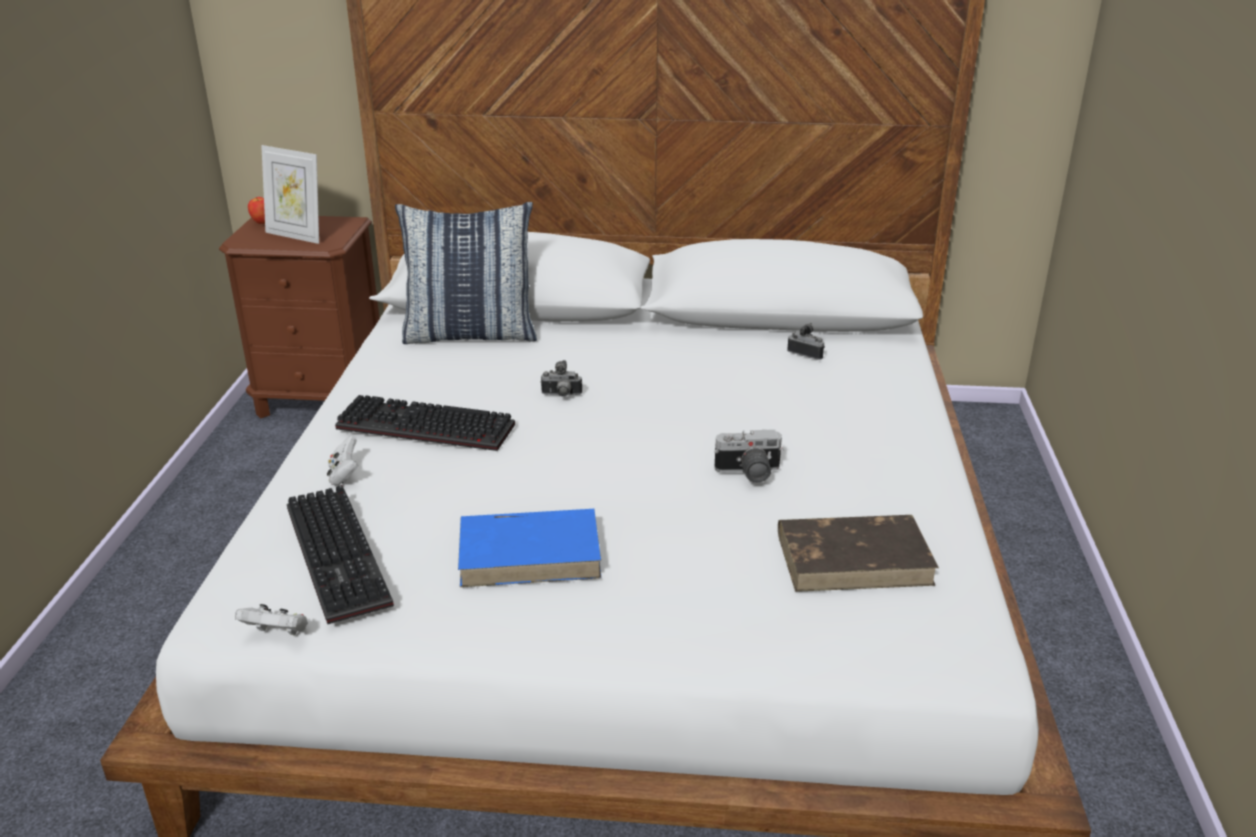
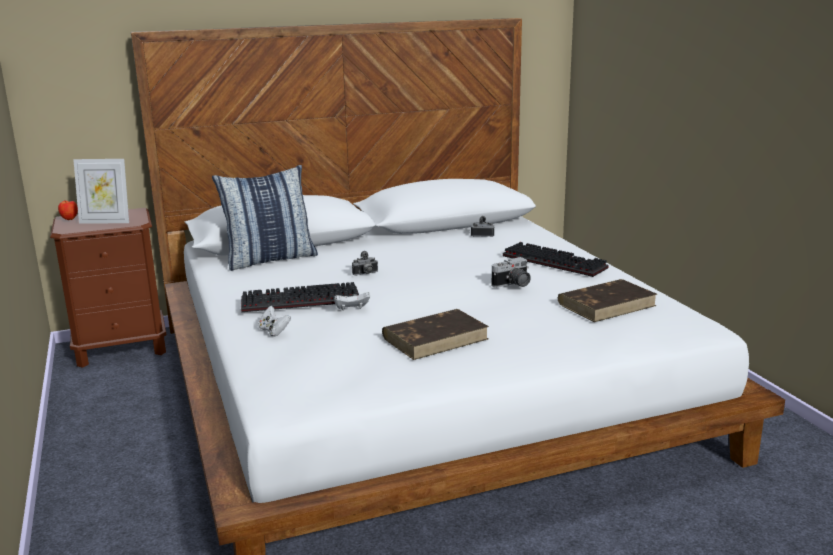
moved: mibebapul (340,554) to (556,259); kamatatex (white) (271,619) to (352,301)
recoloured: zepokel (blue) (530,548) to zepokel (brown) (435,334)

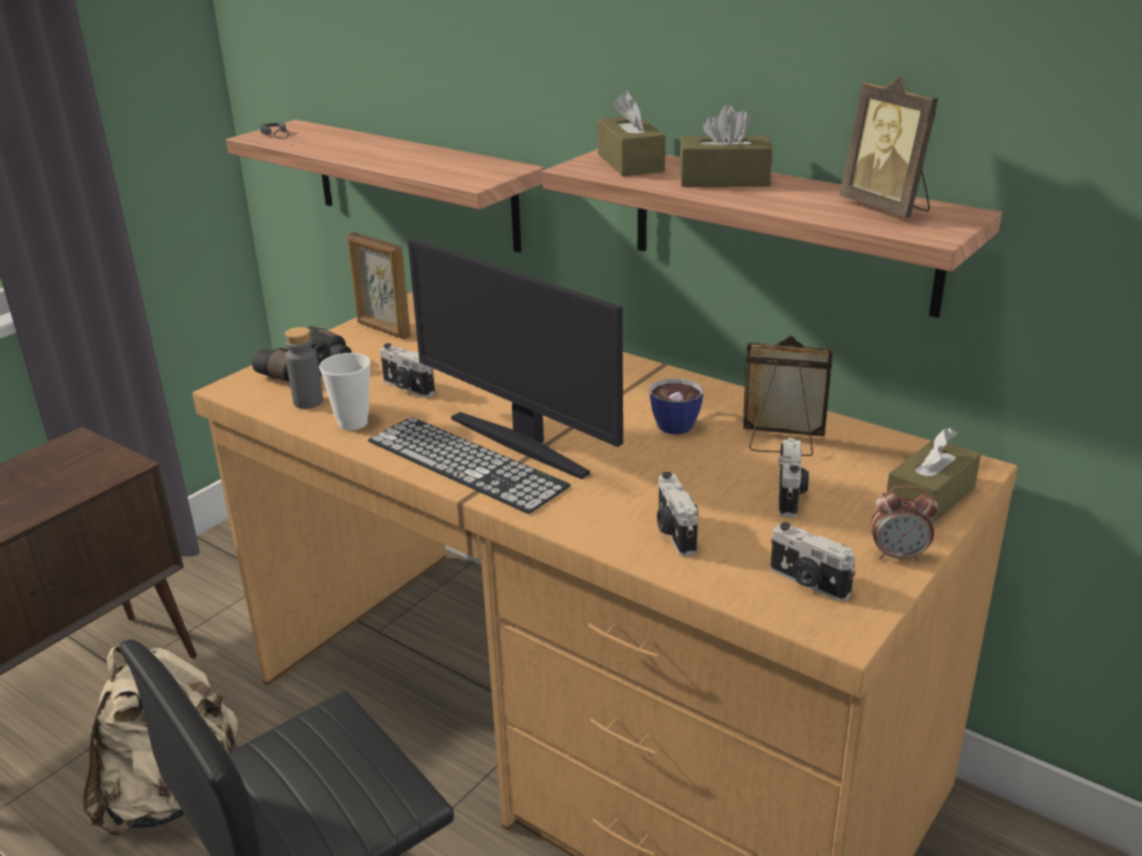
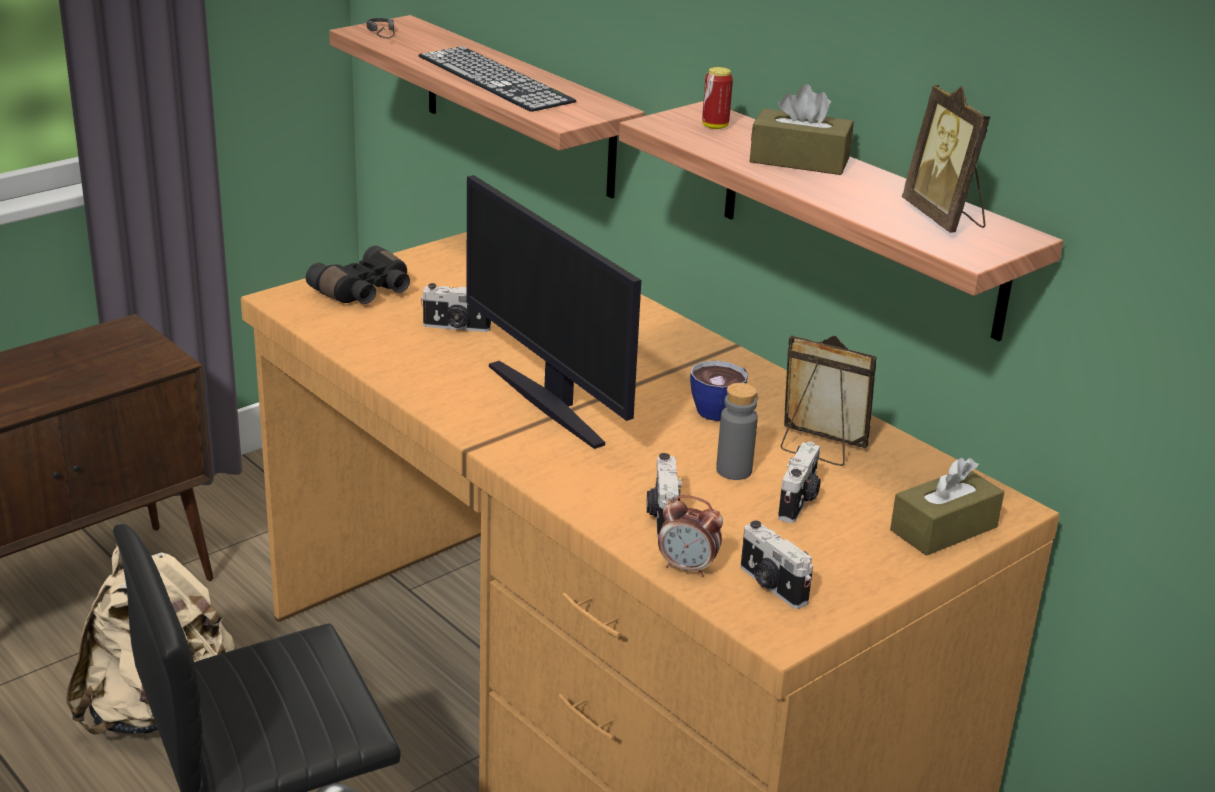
removed: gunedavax (379,285); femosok (345,391)
moved: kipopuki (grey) (304,368) to (737,431); mibebapul (469,465) to (497,79); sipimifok (904,523) to (690,536)
replaced: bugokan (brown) (632,133) to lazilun (717,98)
turned: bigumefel (407,370) = (456,307) 45 degrees counterclockwise

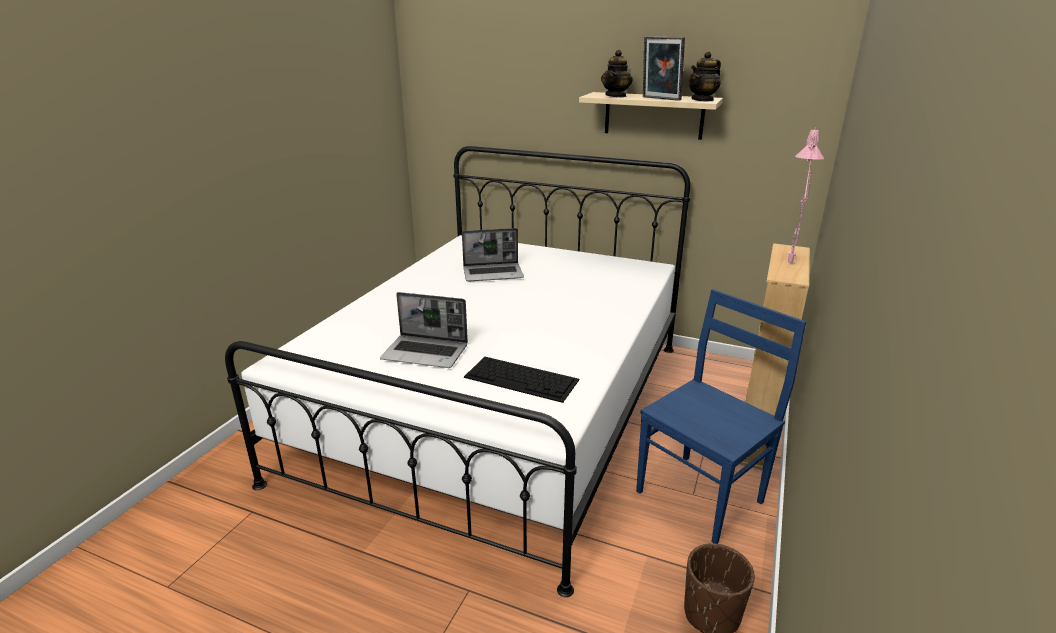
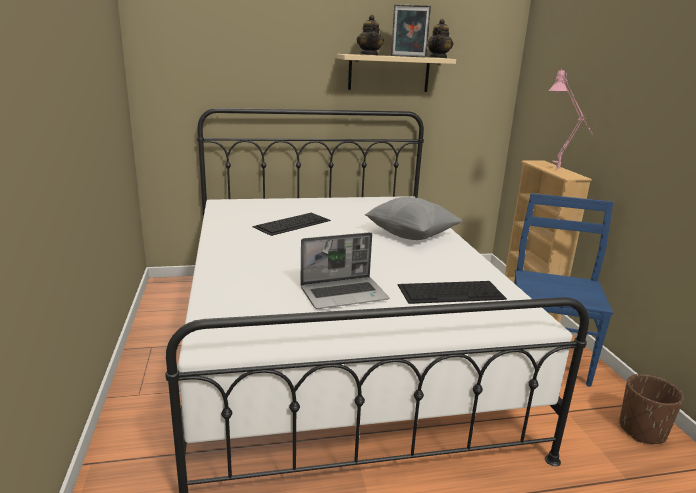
added: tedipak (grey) (414,218)
replaced: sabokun (493,254) to mibebapul (291,224)

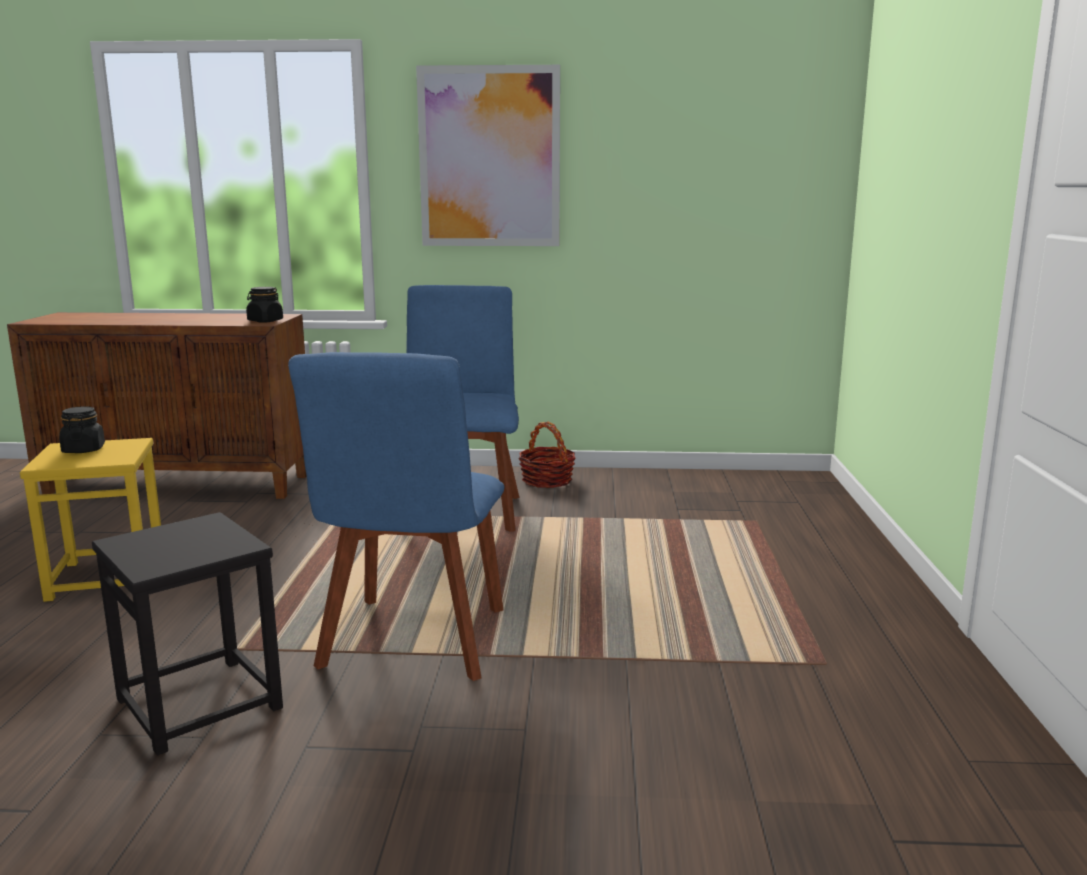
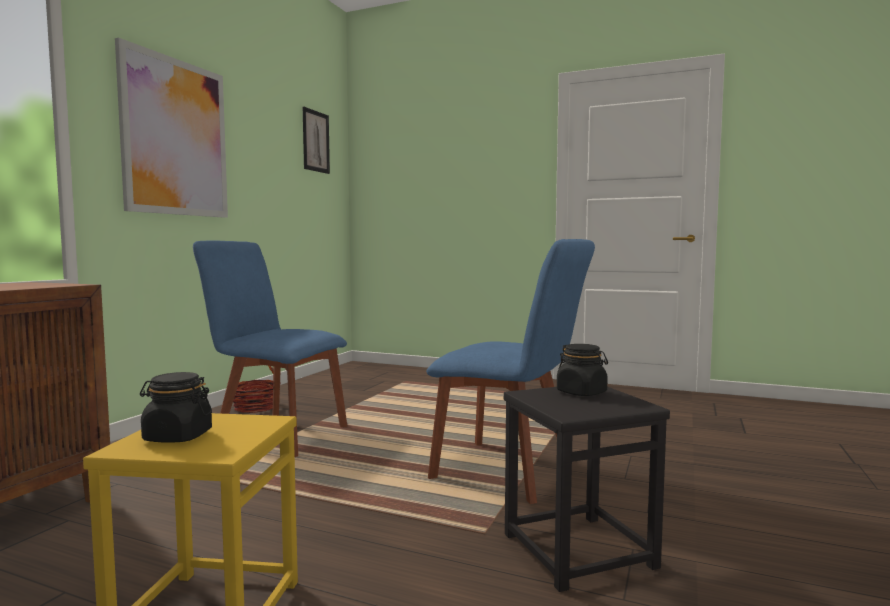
added: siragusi (316,140)
moved: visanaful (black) (264,304) to (582,370)

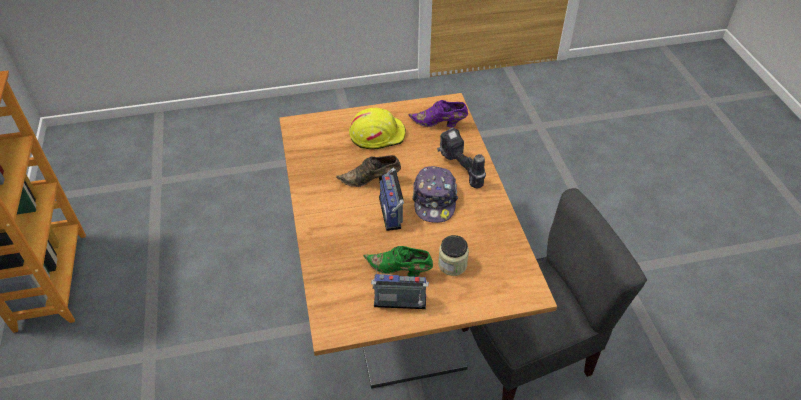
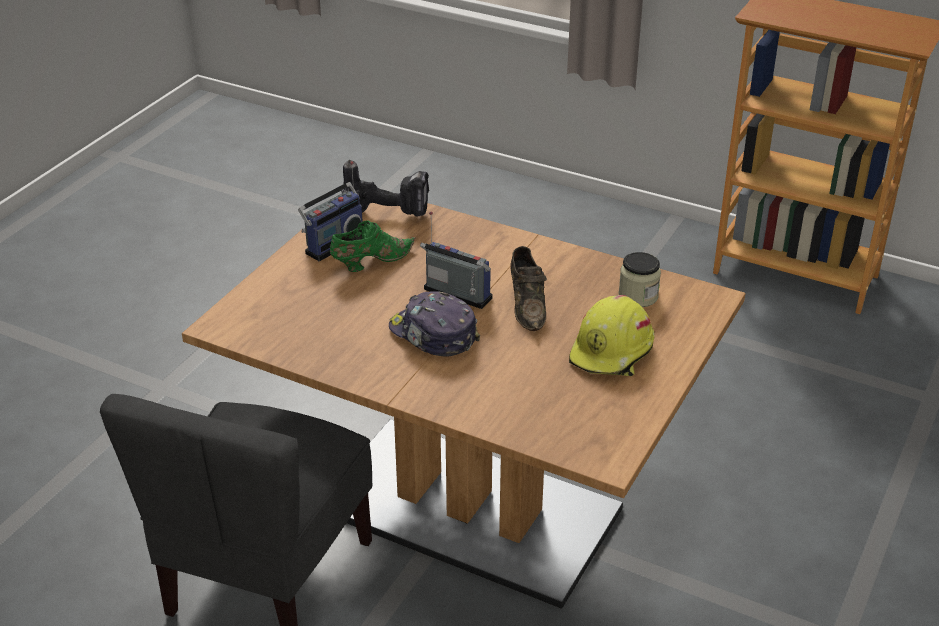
removed: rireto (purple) (438,114)
moved: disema (461,158) to (385,188); visanaful (453,255) to (640,279)
turned: rireto (brown) (368,171) = (528,288) 135 degrees clockwise

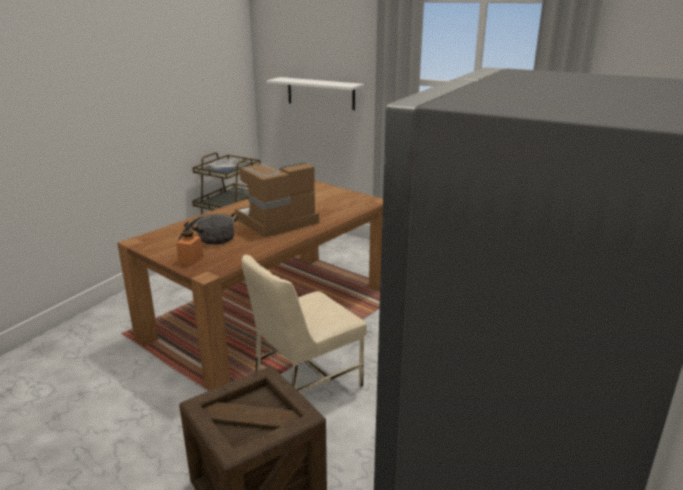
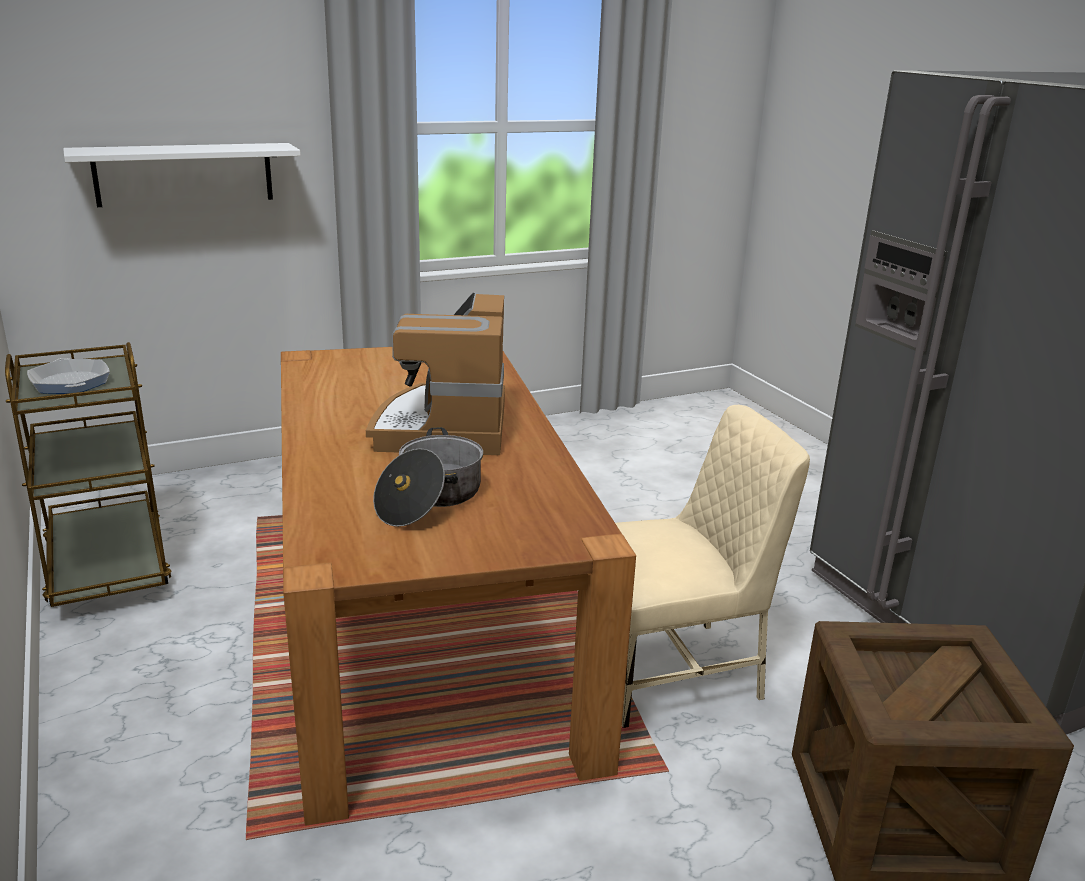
removed: visanaful (orange) (190,247)
turned: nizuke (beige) (304,324) = (712,566) 105 degrees counterclockwise

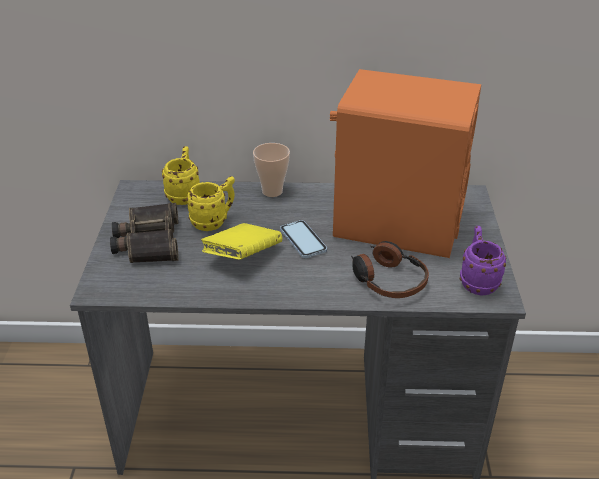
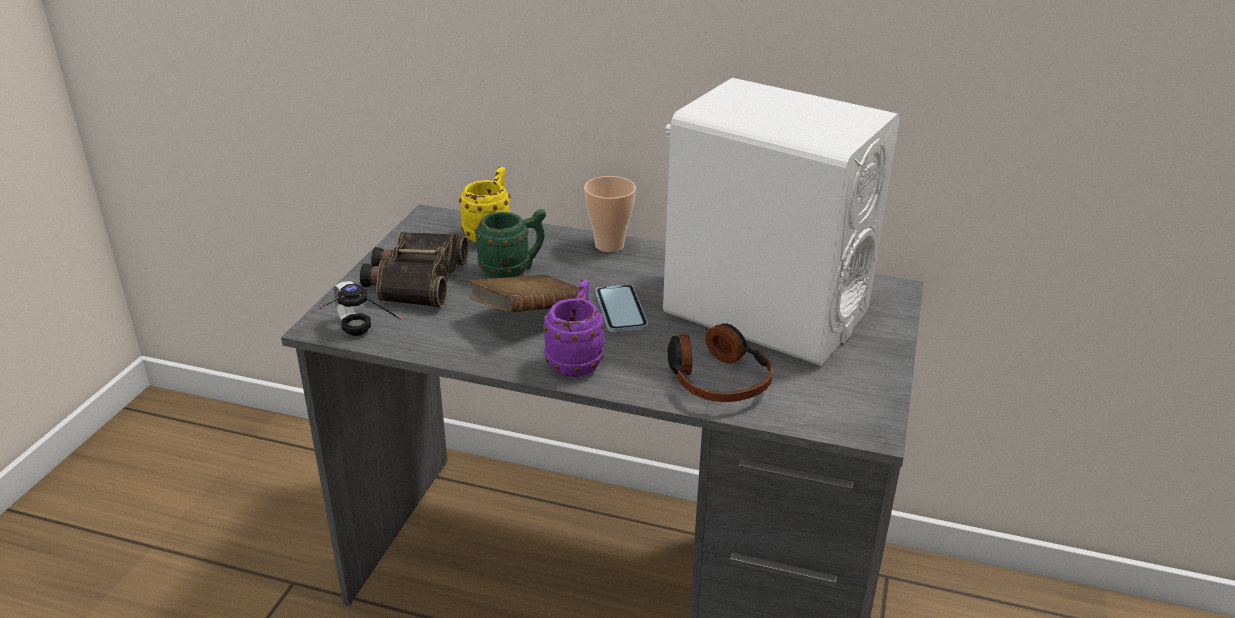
added: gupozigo (360,308)
moved: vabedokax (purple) (483,261) to (574,328)
recoloured: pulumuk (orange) (405,163) to pulumuk (white) (781,222); vabedokax (yellow) (210,203) to vabedokax (green) (510,243); zepokel (yellow) (241,241) to zepokel (brown) (524,294)

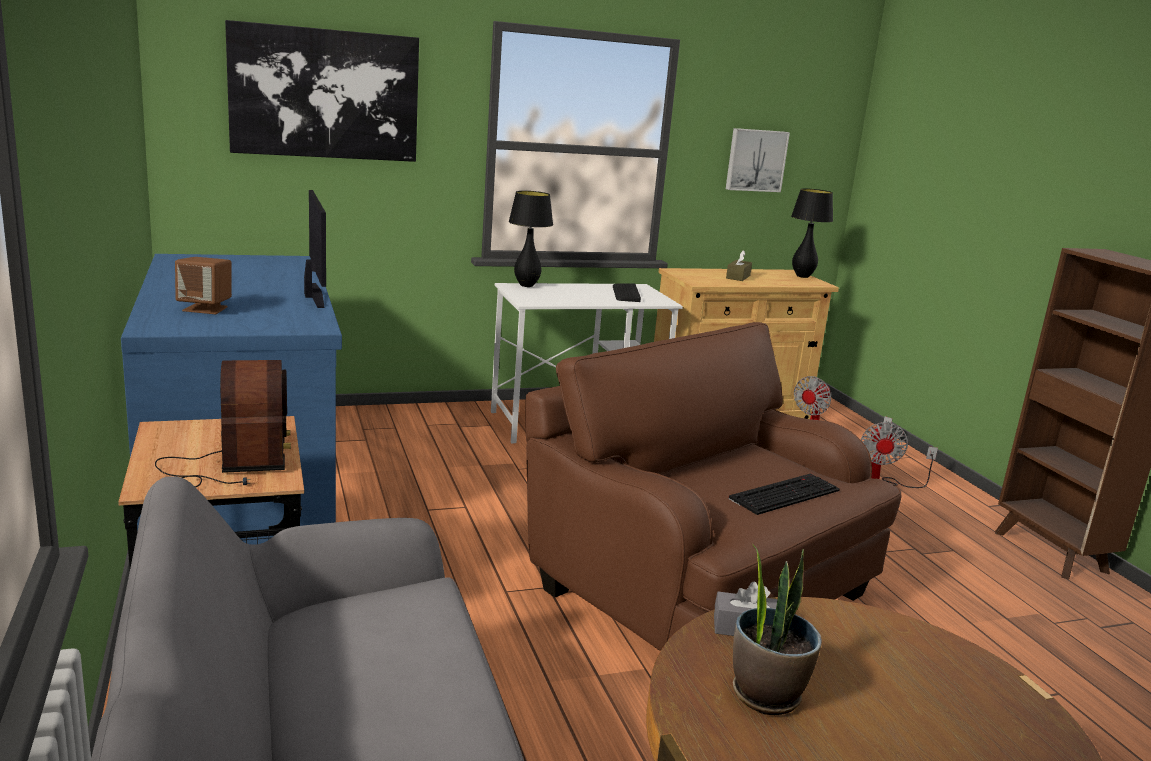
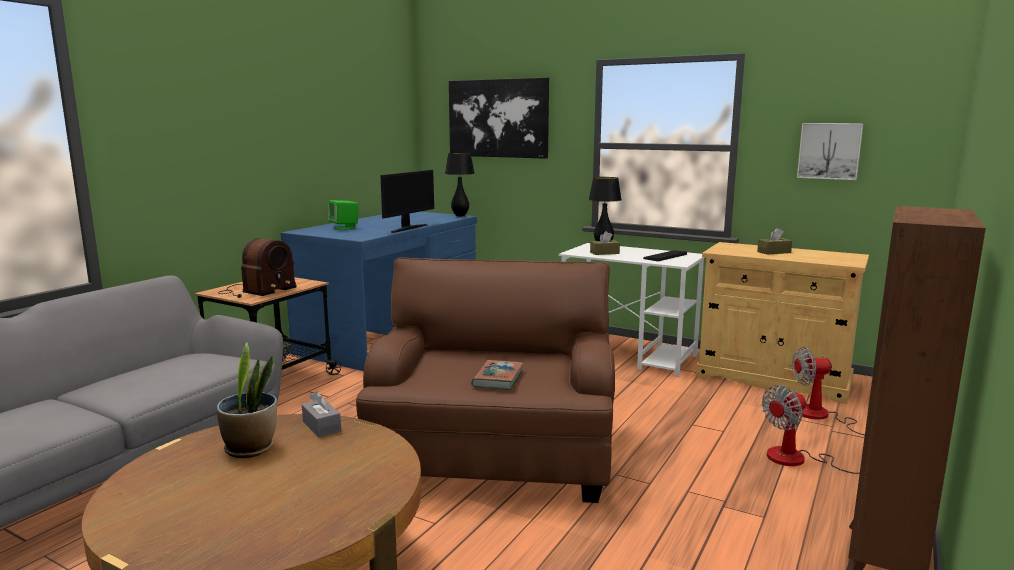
added: bugokan (brown) (605,243)
moved: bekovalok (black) (812,233) to (460,185)
replaced: mibebapul (784,494) to zepokel (497,375)
recoloured: pulumuk (brown) (203,285) to pulumuk (green) (343,215)

